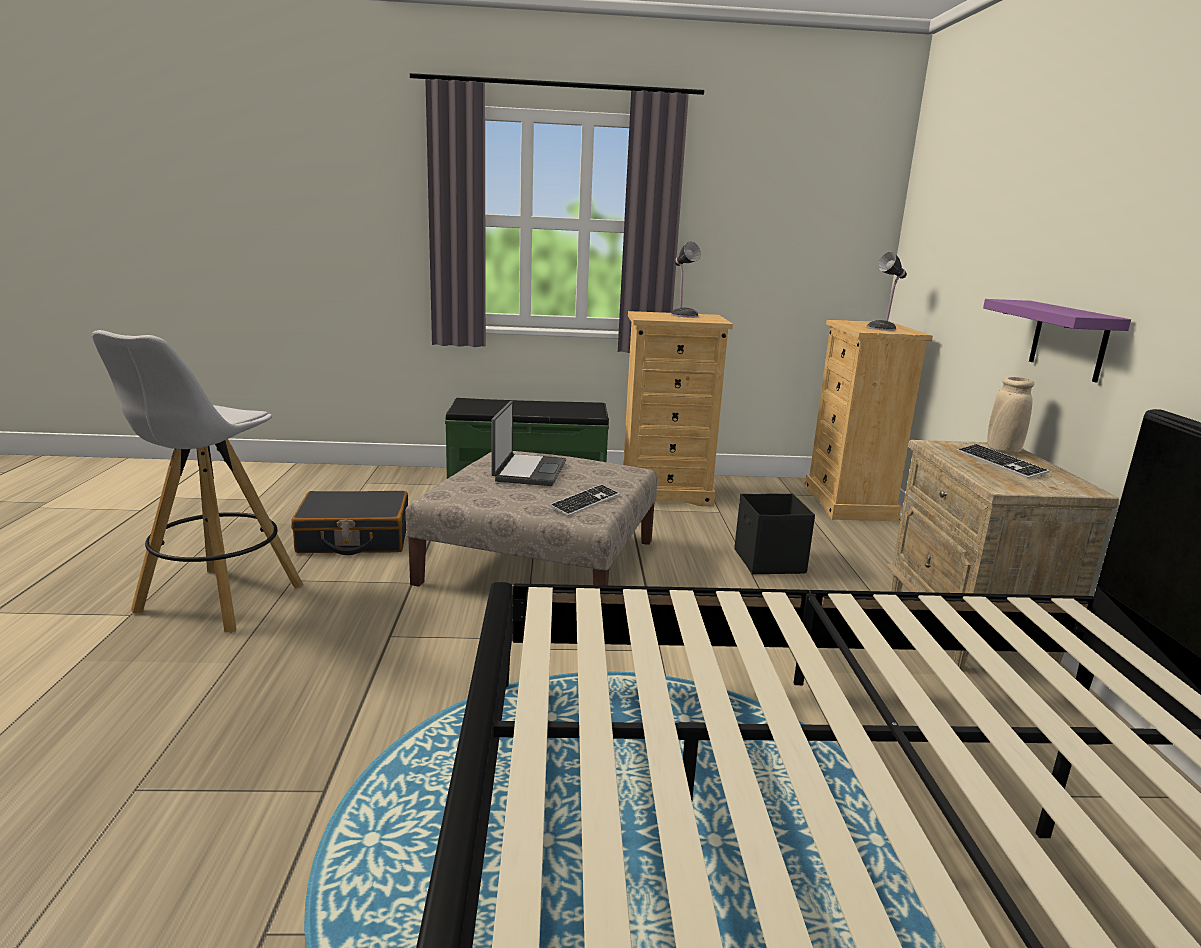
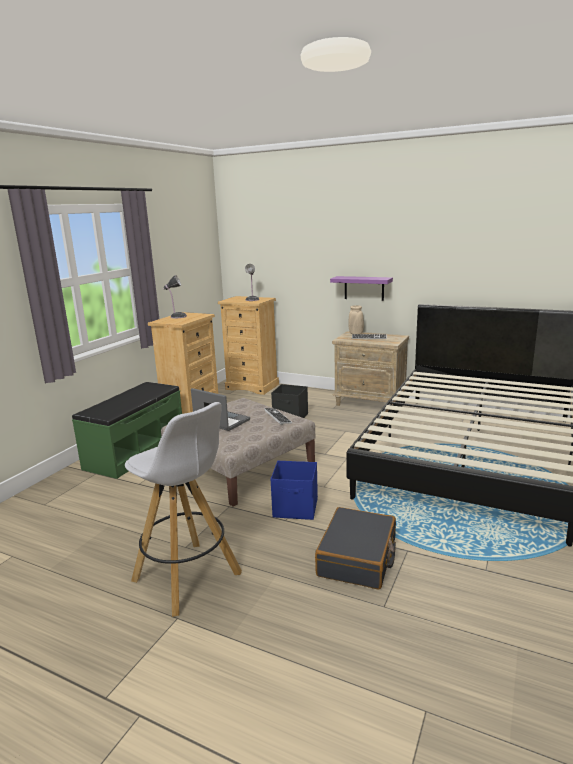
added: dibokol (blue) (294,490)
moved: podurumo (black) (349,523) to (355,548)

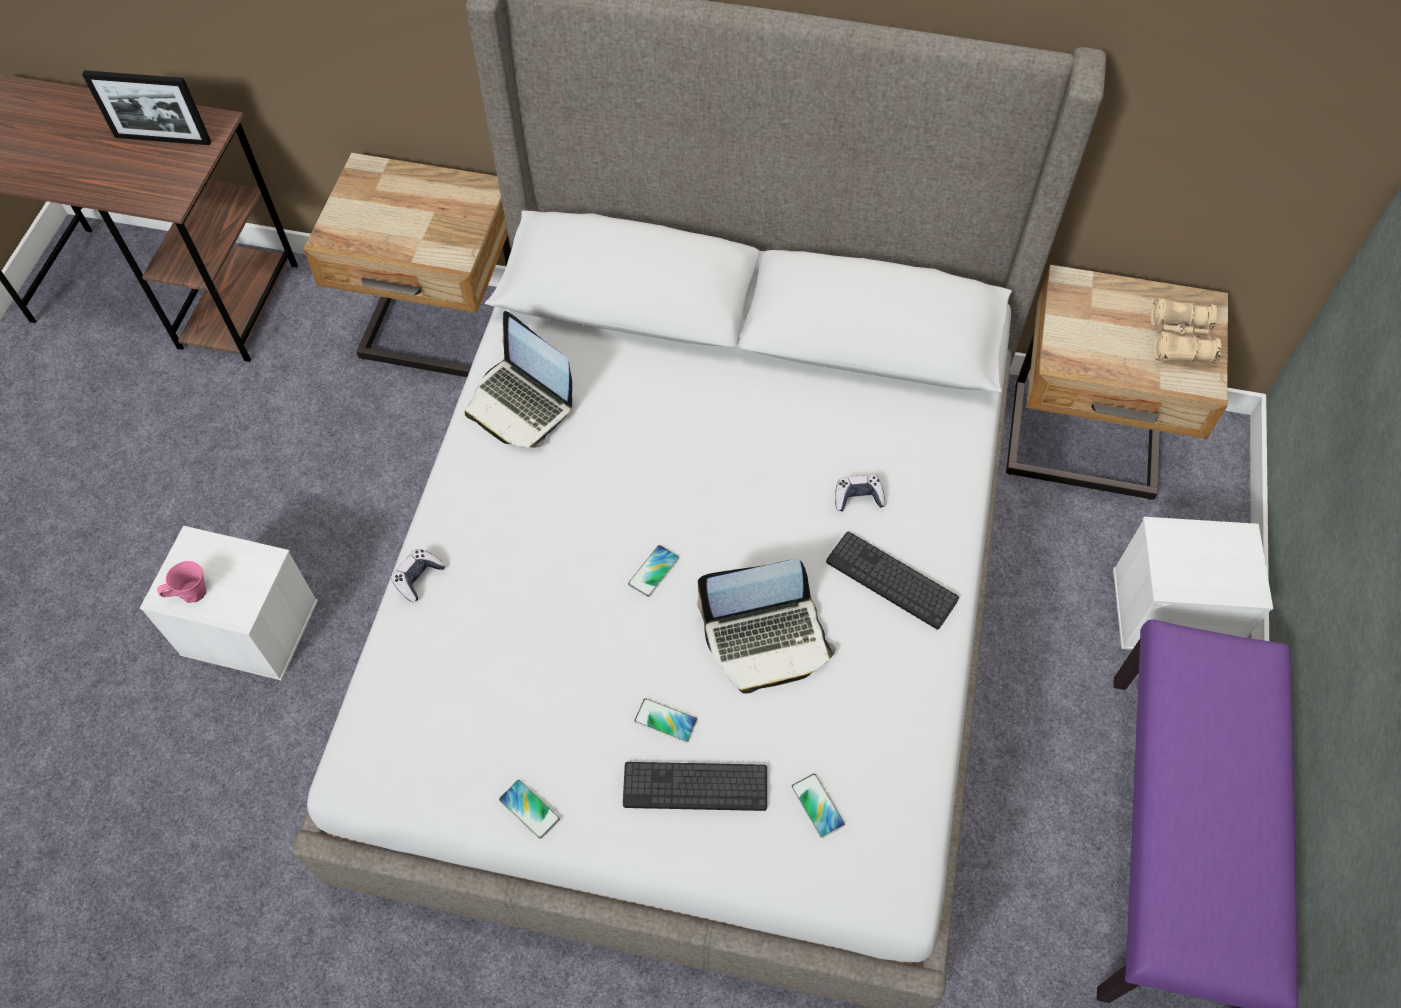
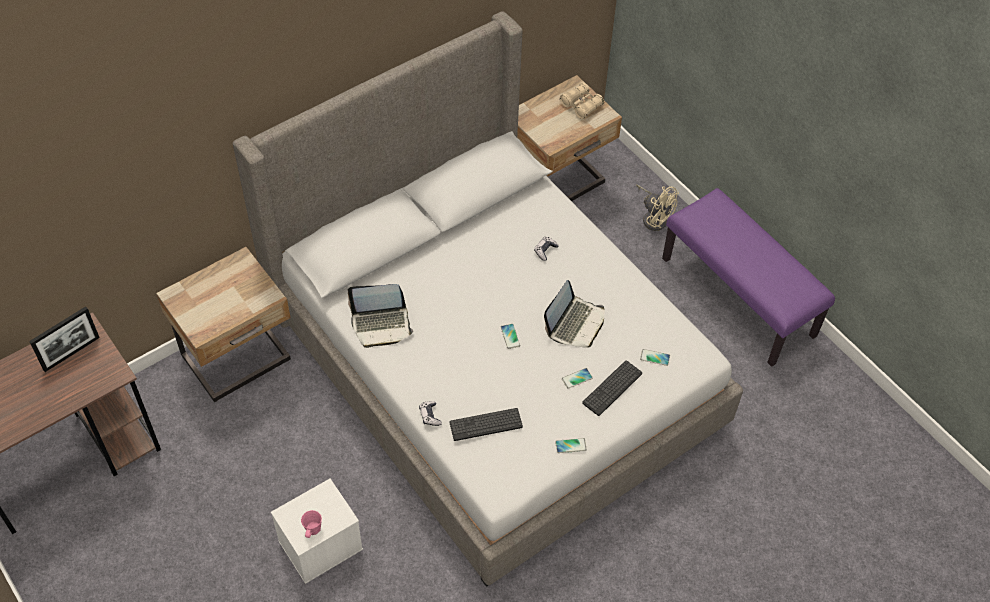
moved: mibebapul (892,580) to (486,424)
replaced: dibokol (white) (1193,583) to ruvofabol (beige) (657,207)

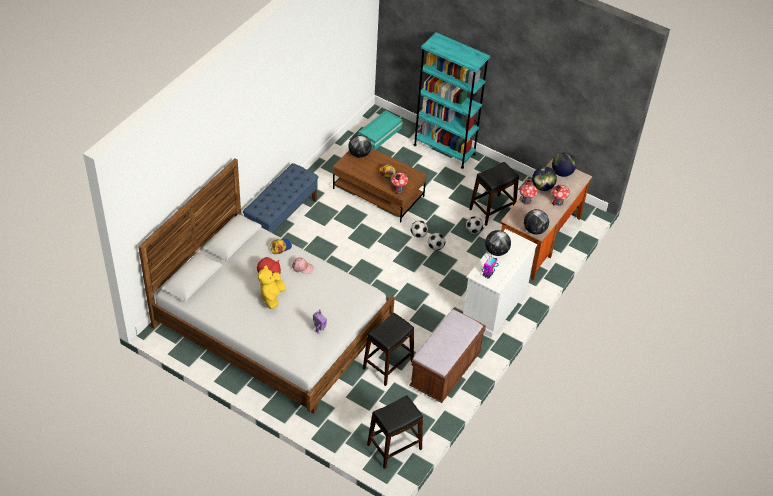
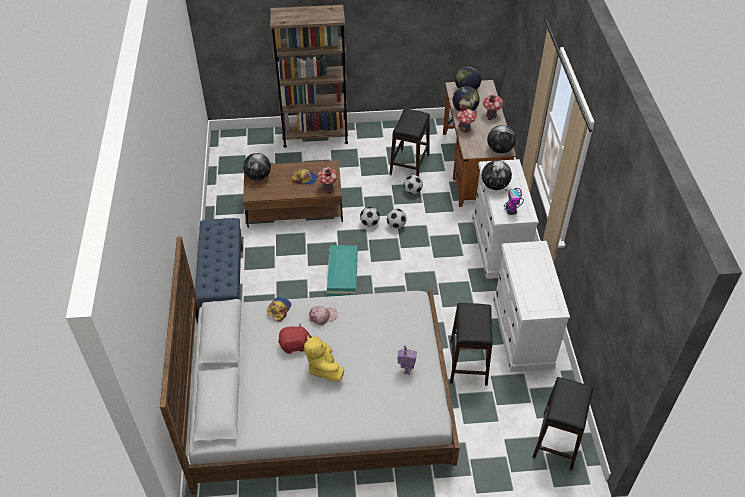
moved: dibokol (turquoise) (380,130) to (342,271)
replaced: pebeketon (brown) (447,356) to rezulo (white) (531,306)
recoloured: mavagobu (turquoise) (452,100) to mavagobu (brown) (309,76)

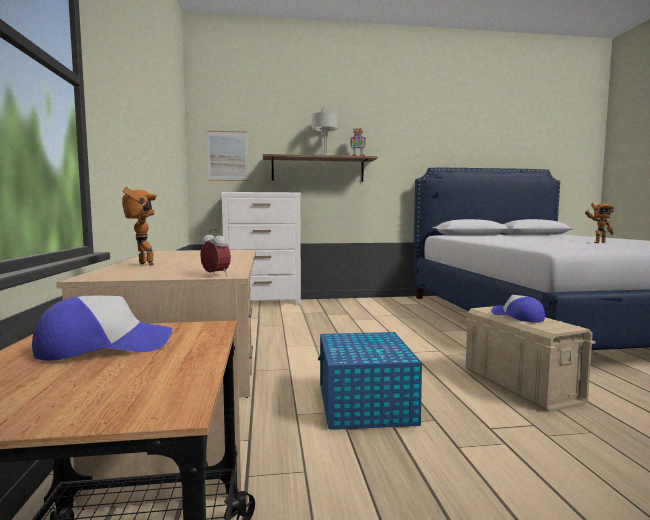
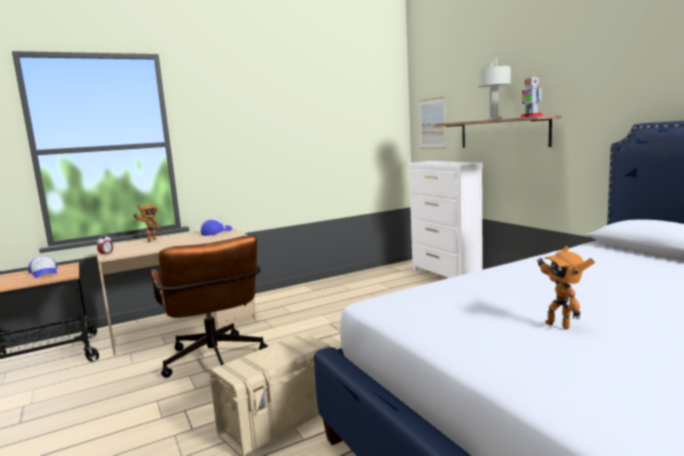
moved: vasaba (518,309) to (216,227)
replaced: dibokol (blue) (370,381) to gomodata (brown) (209,306)

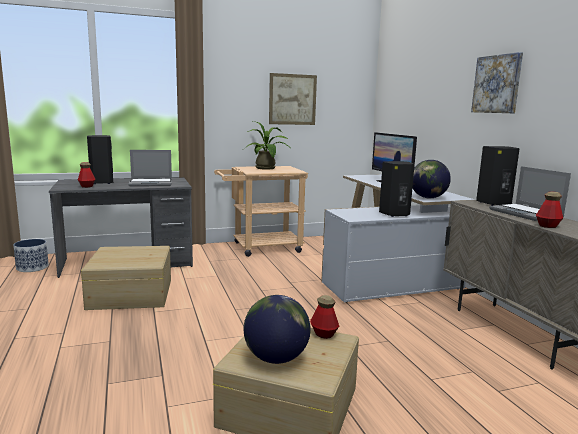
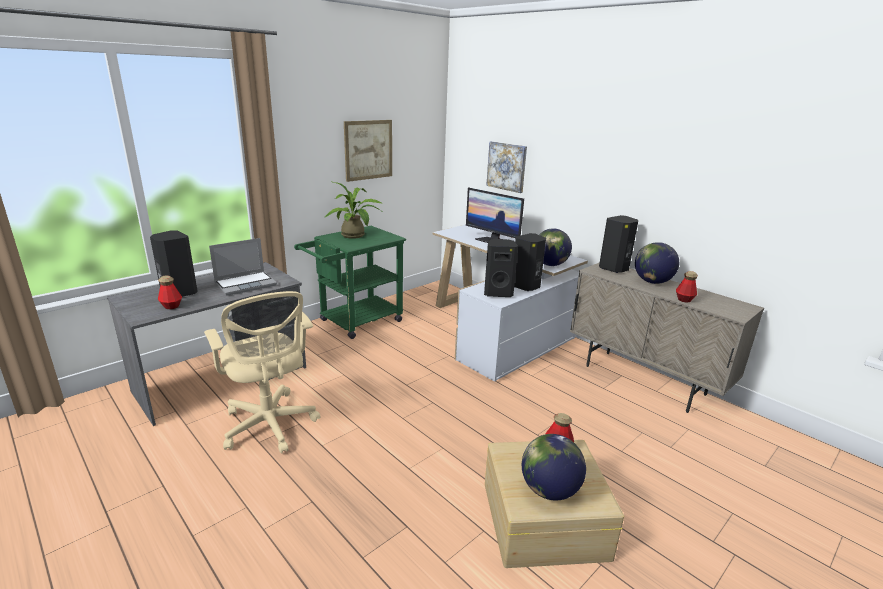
removed: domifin (31,255)
added: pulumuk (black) (501,268)
moved: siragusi (497,82) to (506,167)
replaced: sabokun (530,193) to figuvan (657,263); dibokol (beige) (126,278) to gomodata (beige) (262,372)
recoloured: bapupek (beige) (261,211) to bapupek (green) (350,282)

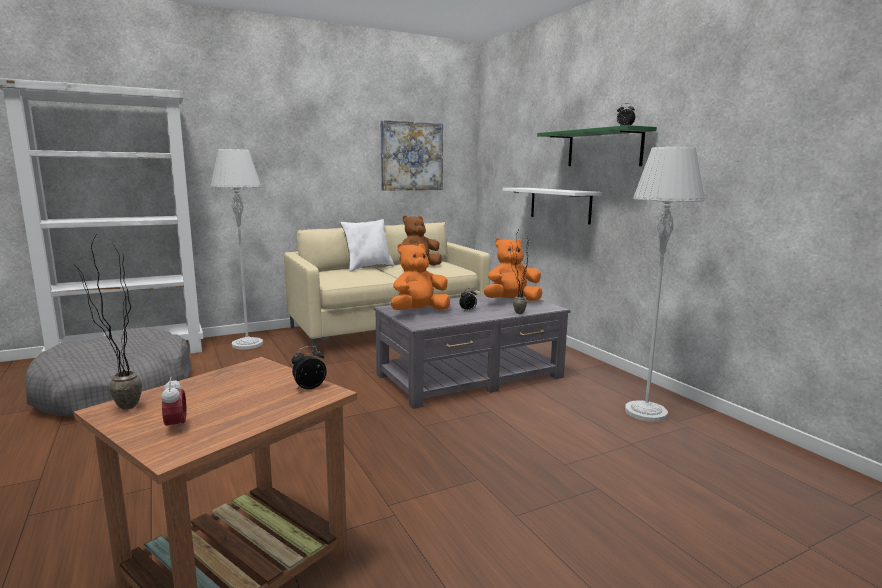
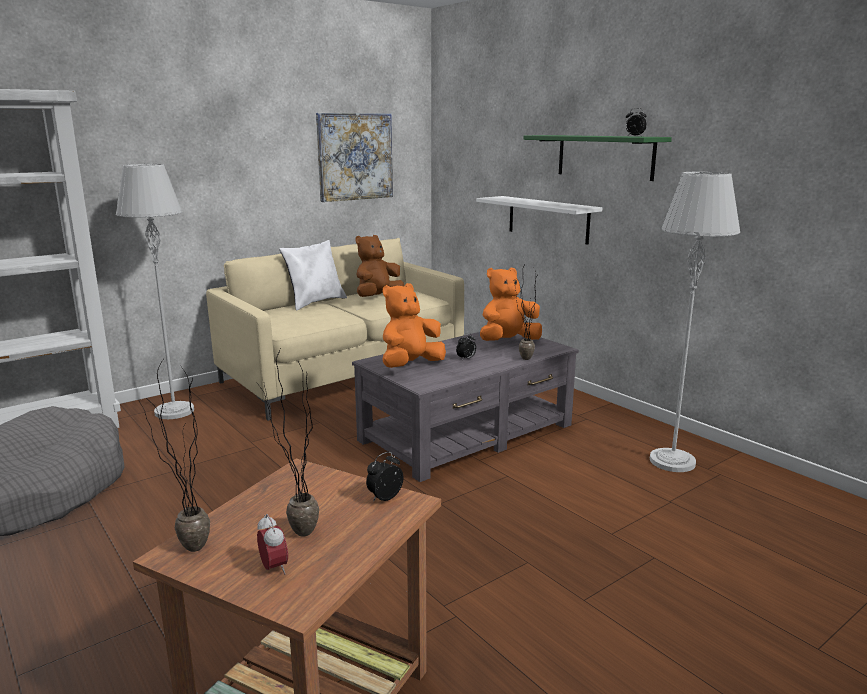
added: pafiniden (288,442)

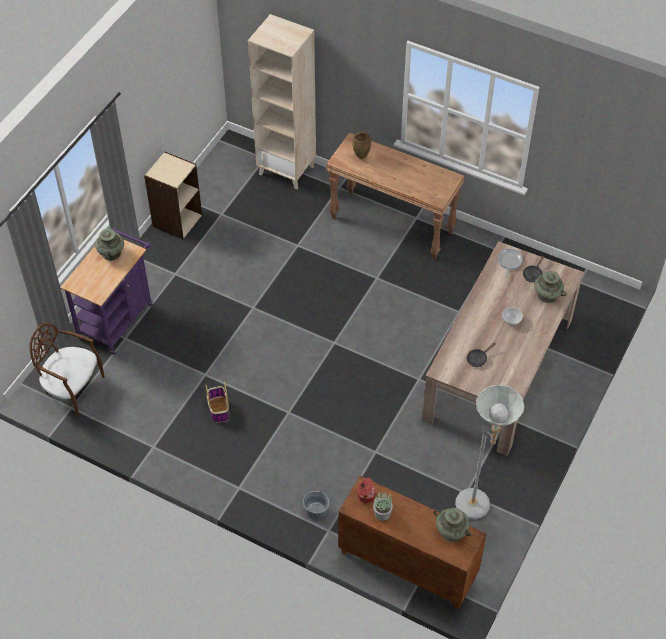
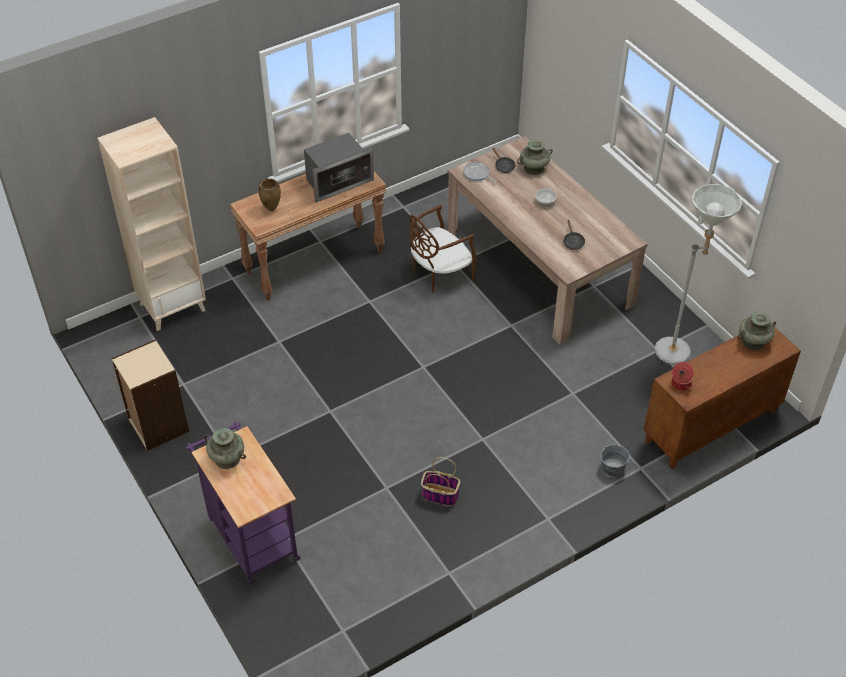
removed: pafiniden (383,506)
added: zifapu (339,168)
moved: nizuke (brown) (67,369) to (443,249)

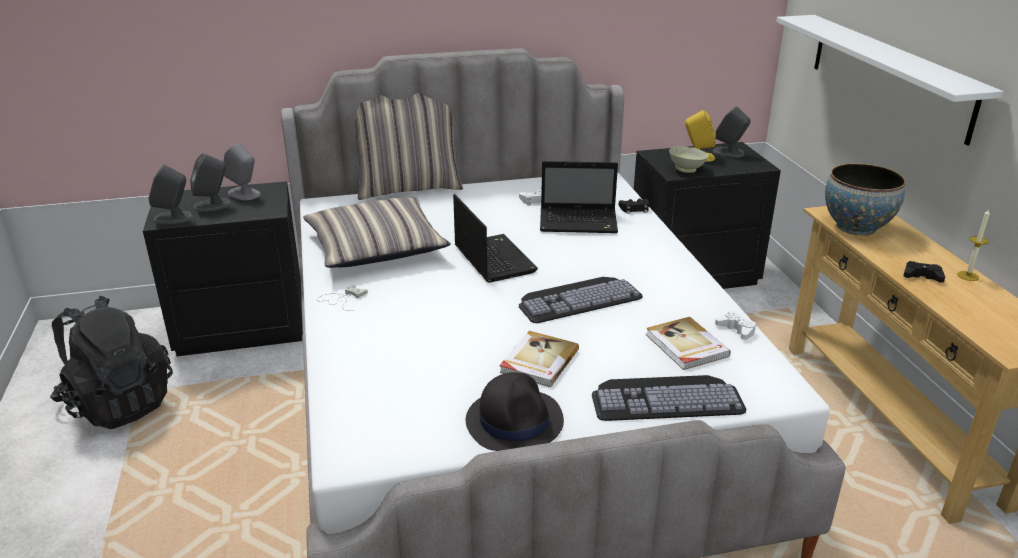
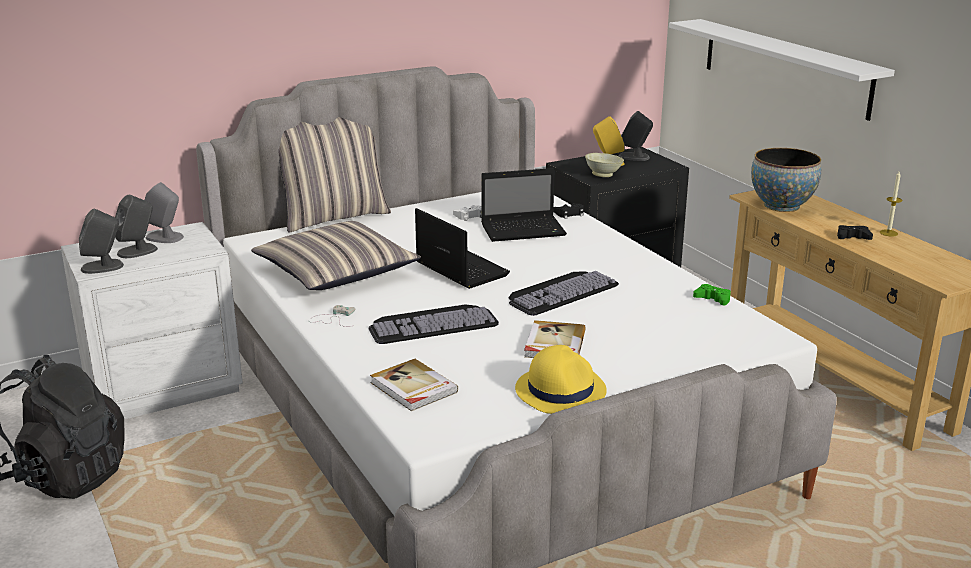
moved: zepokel (688,343) to (414,385); mibebapul (669,398) to (434,324)
recoloured: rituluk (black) (223,268) to rituluk (white) (152,320); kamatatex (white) (735,325) to kamatatex (green) (712,294); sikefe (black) (515,411) to sikefe (yellow) (561,379)

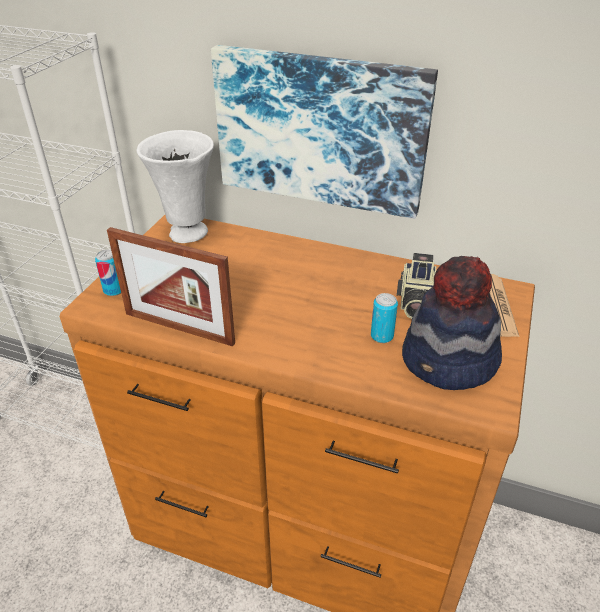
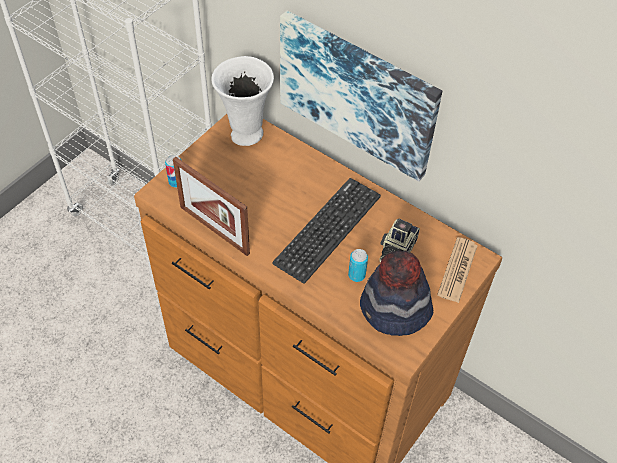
added: mibebapul (326,231)

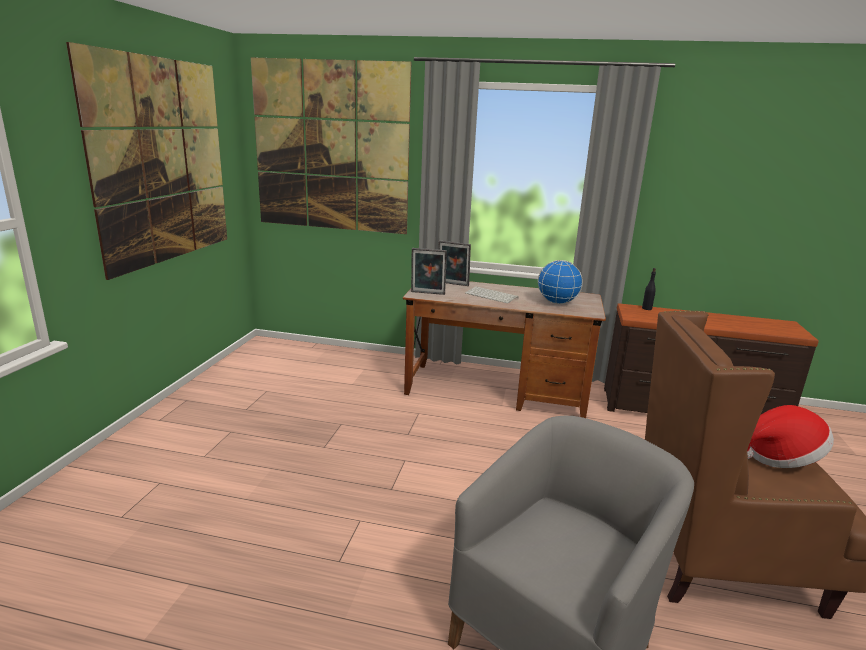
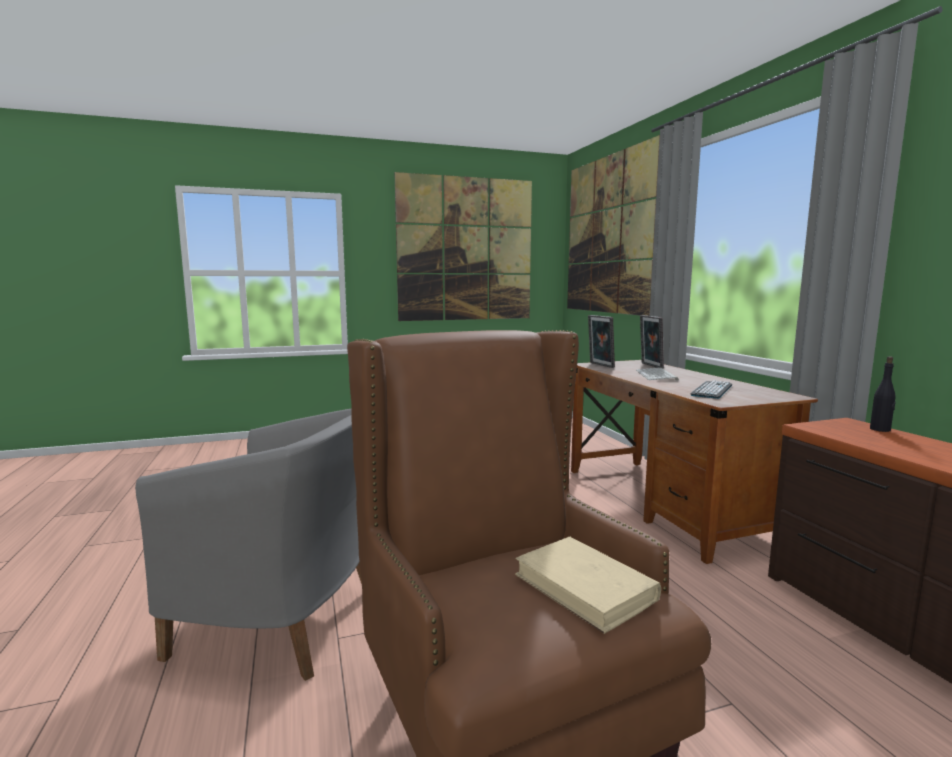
replaced: figuvan (560,282) to mibebapul (711,389); sikefe (790,436) to zepokel (beige) (588,585)

